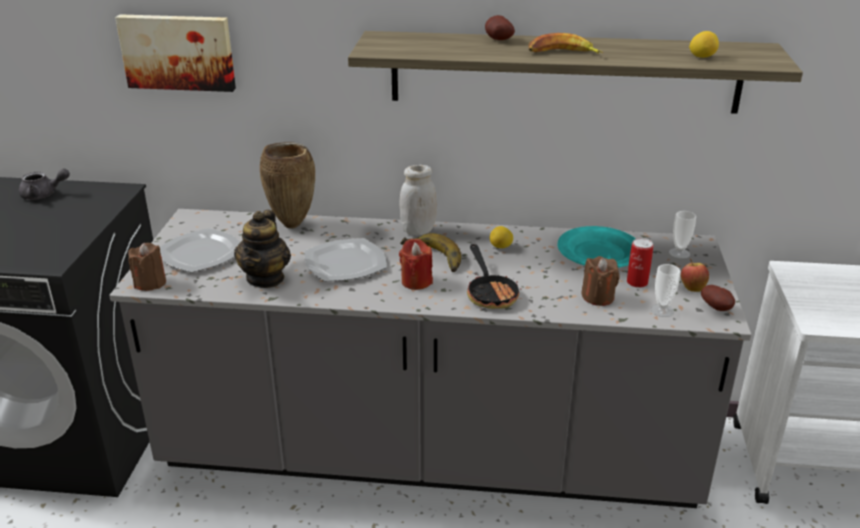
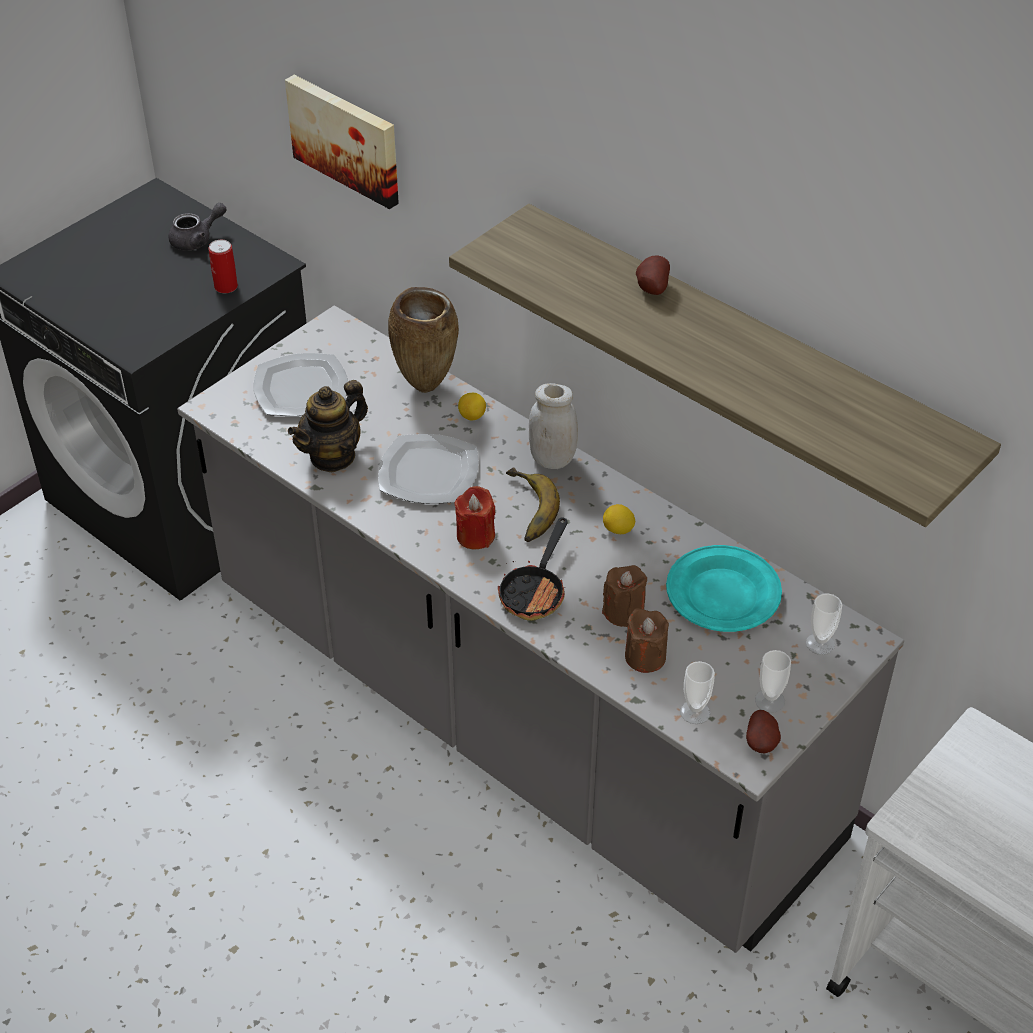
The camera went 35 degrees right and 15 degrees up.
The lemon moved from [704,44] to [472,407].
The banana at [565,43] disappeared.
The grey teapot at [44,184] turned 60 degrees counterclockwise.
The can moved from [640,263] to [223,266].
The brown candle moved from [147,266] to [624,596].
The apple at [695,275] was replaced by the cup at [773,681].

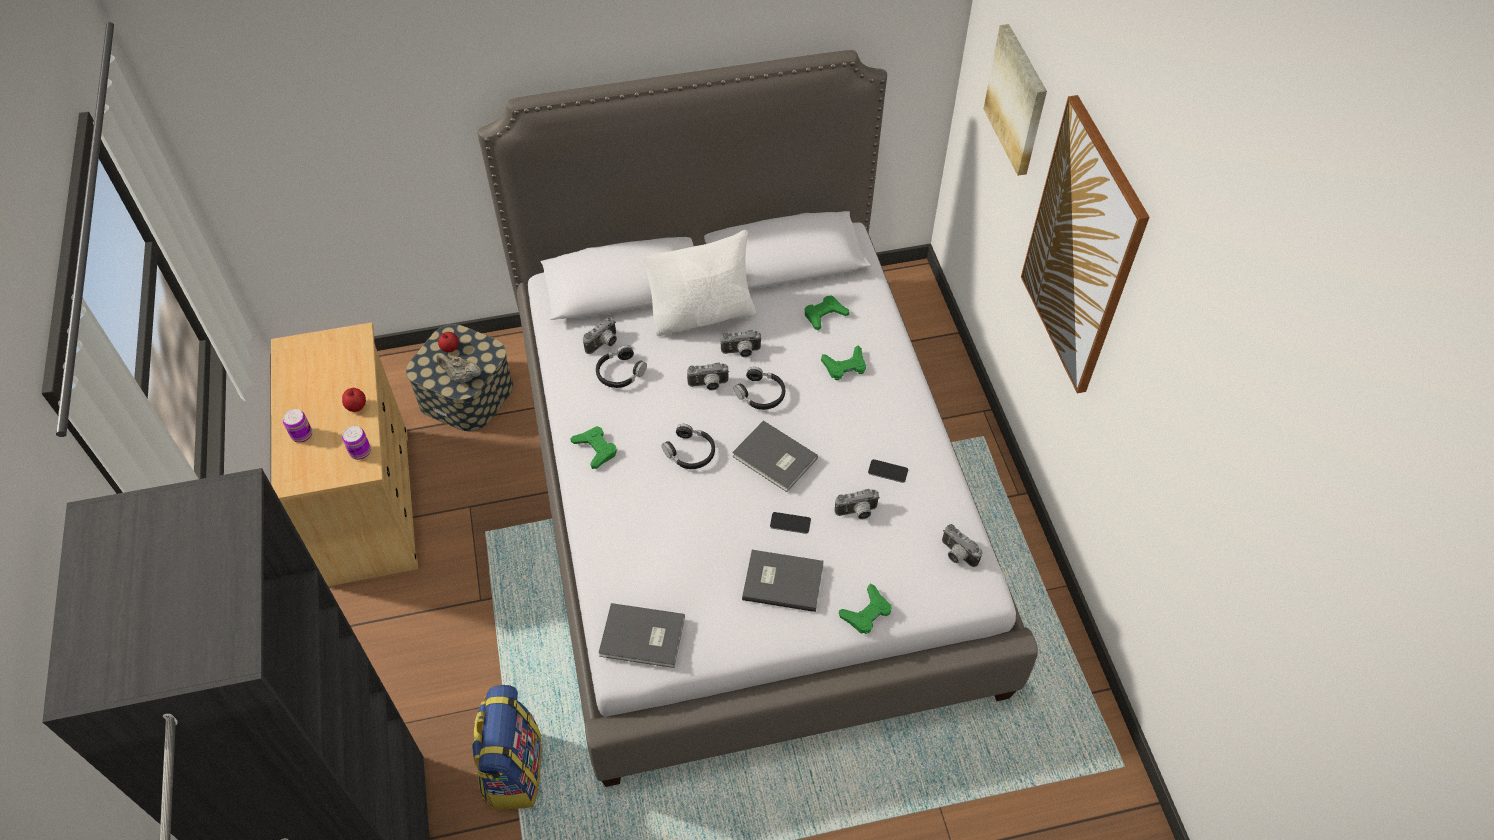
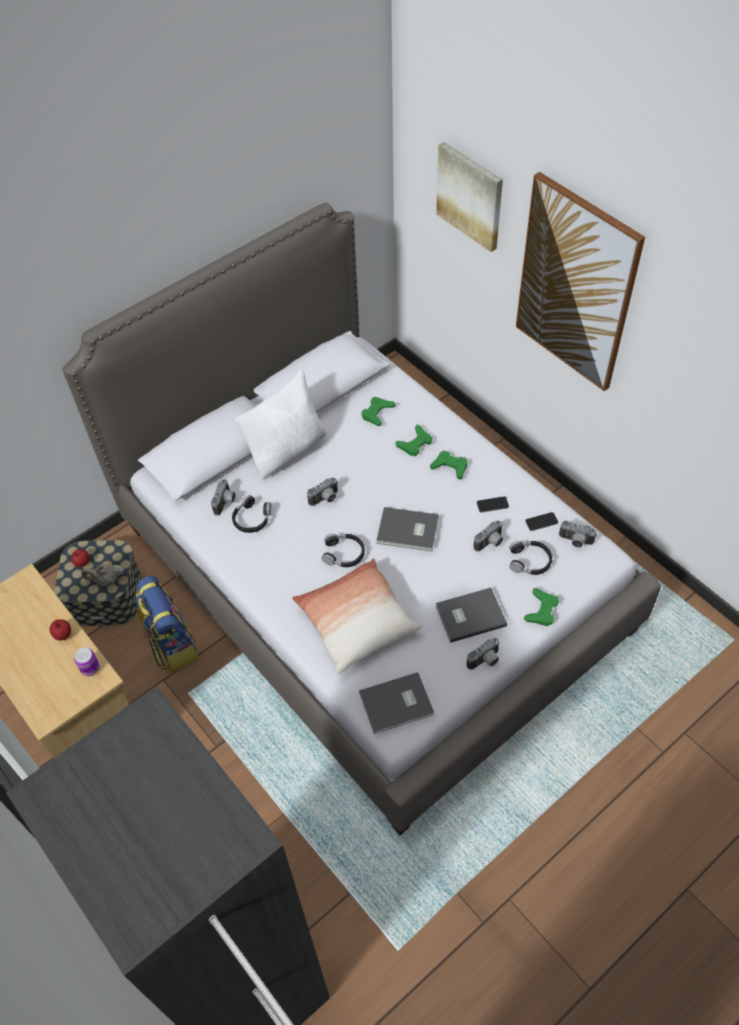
The camera went 25 degrees left and 0 degrees up.
The photo camera moved from [741,343] to [483,654].
The black headphones moved from [759,388] to [530,558].
The can at [297,426] disappeared.
The green game controller moved from [593,447] to [449,465].
The phone moved from [790,523] to [541,521].
The backpack moved from [506,747] to [166,624].
The pillow at [357,616] appeared.

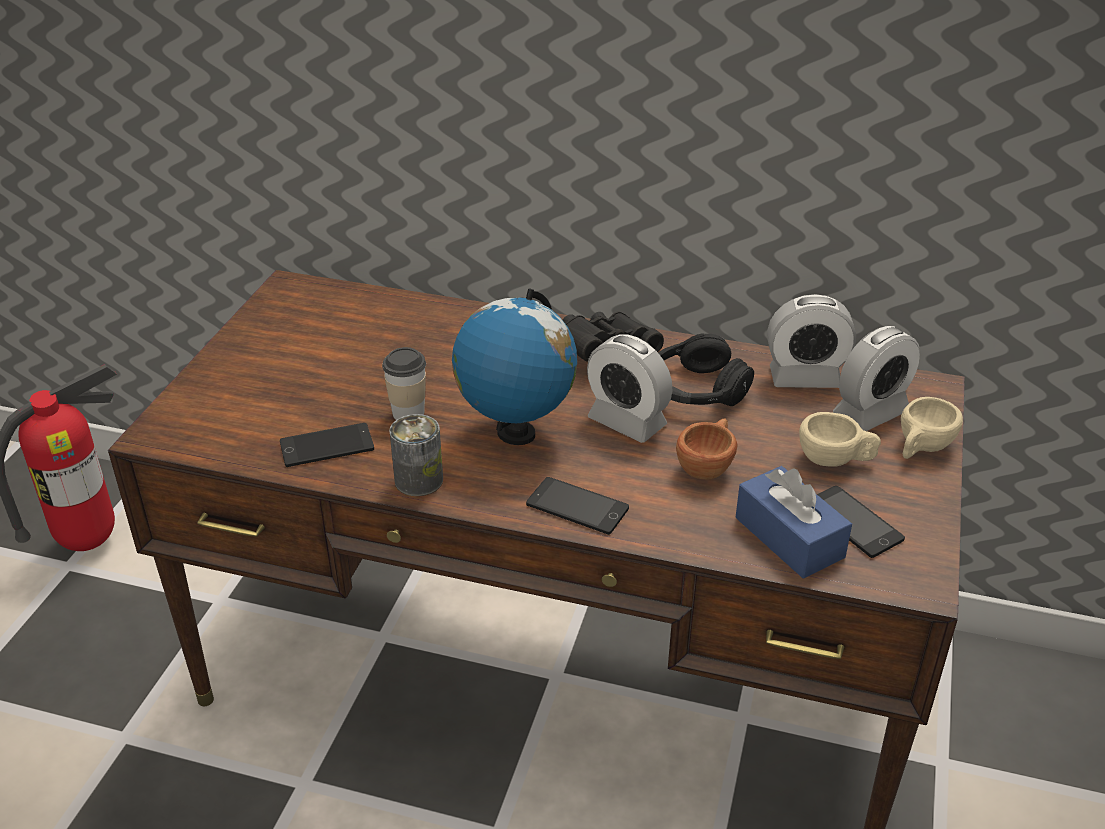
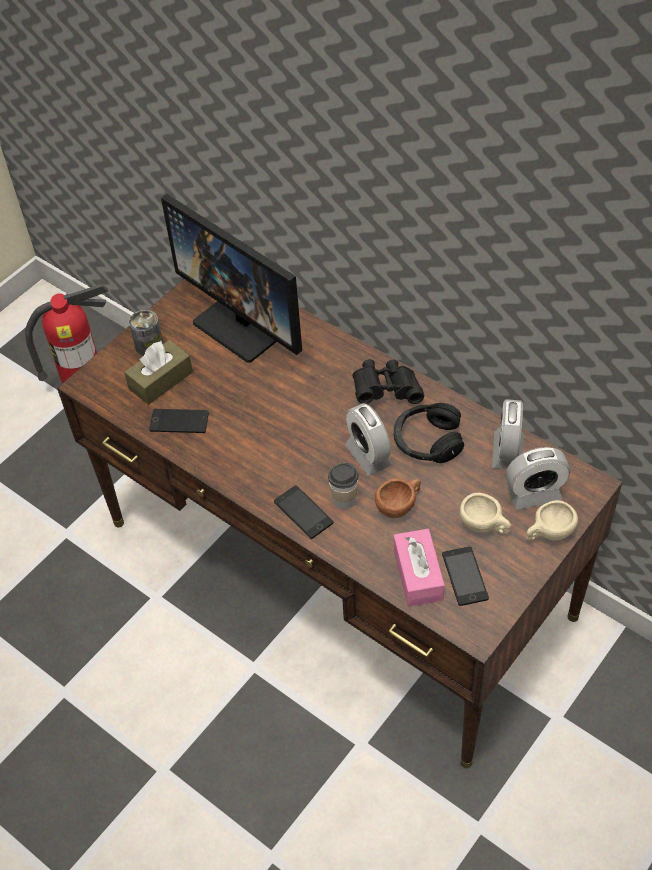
The camera went 25 degrees right and 15 degrees up.
The globe at [514,366] disappeared.
The alarm clock at [811,341] turned 75 degrees clockwise.
The cup moved from [404,383] to [343,486].
The can moved from [416,455] to [146,333].
The blue tissue box at [793,522] became the pink tissue box at [419,568].
The monitor at [231,278] appeared.
The brown tissue box at [158,372] appeared.

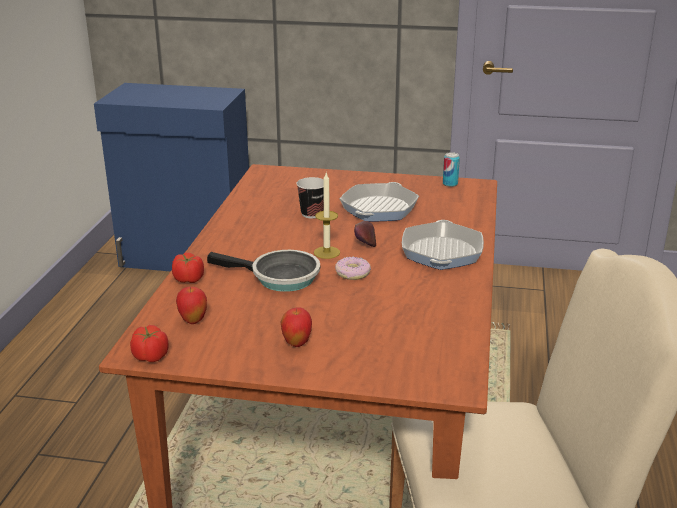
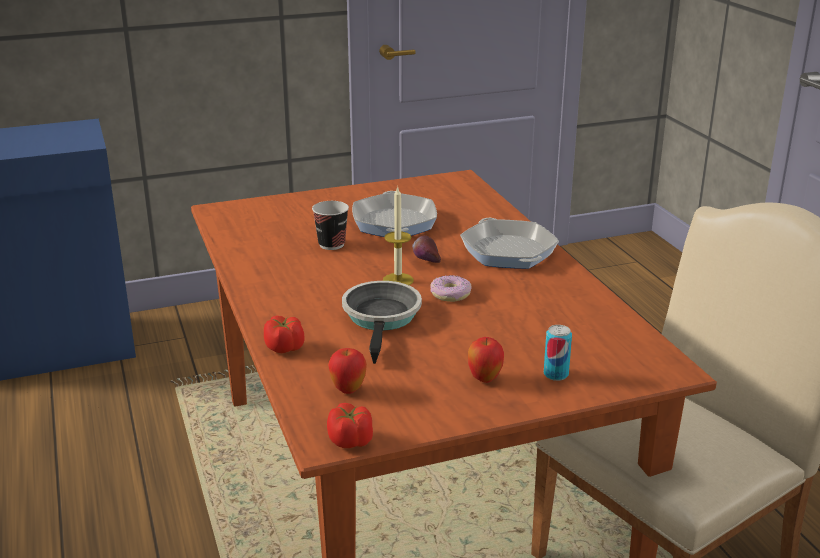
The camera went 30 degrees left and 0 degrees up.
The can moved from [451,169] to [558,353].
The frying pan at [263,271] turned 75 degrees counterclockwise.

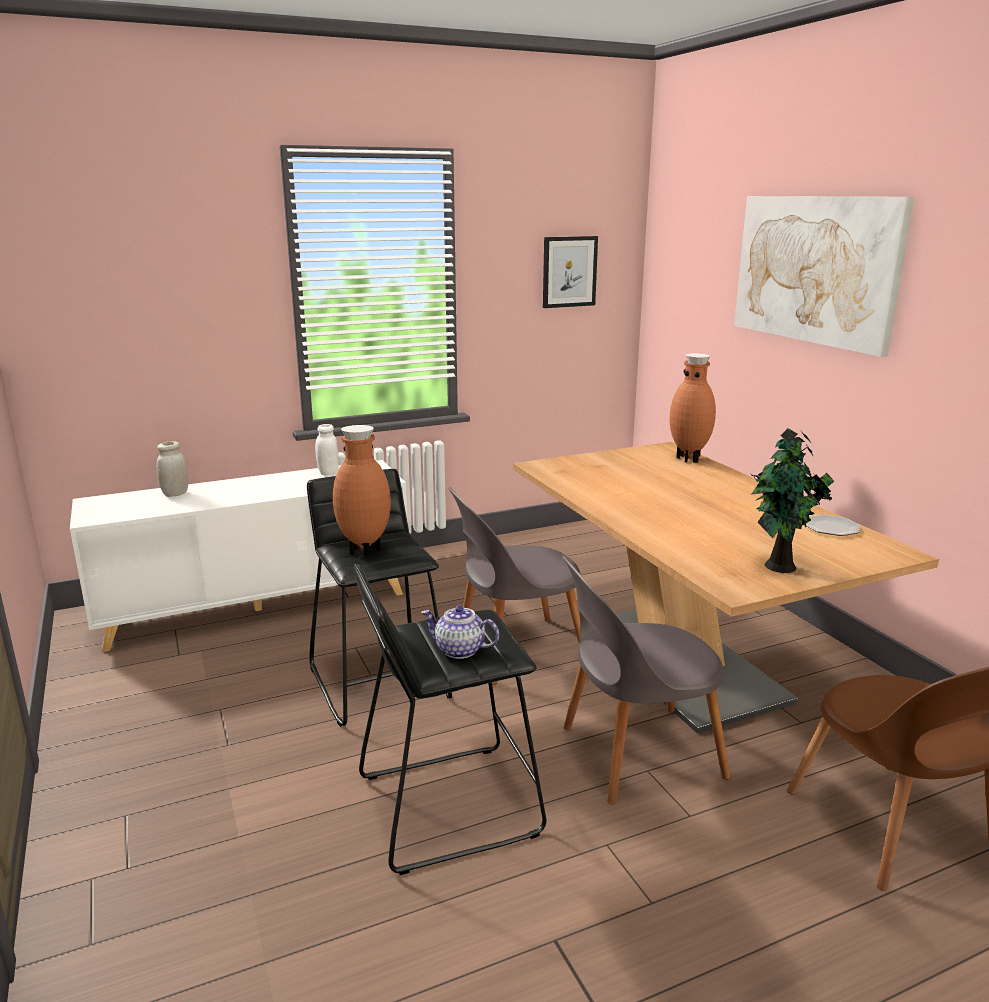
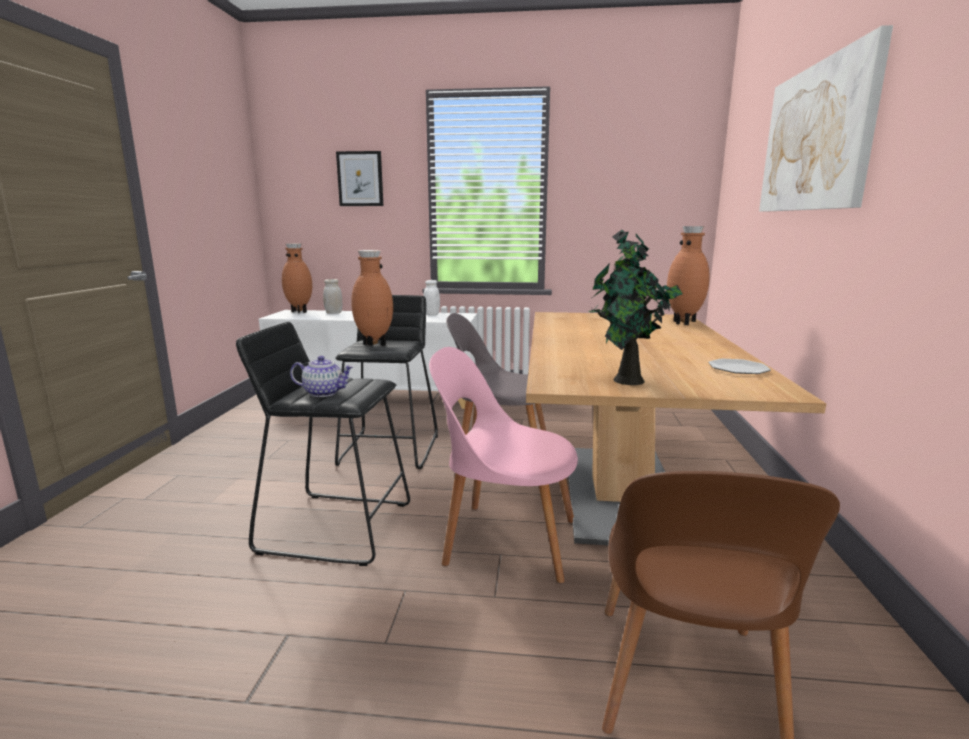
The camera went 30 degrees right and 5 degrees down.
The picture moved from [570,272] to [359,178].
The grey chair at [646,680] became the pink chair at [503,465].
The teapot at [460,632] turned 135 degrees clockwise.
The brown vase at [297,278] appeared.

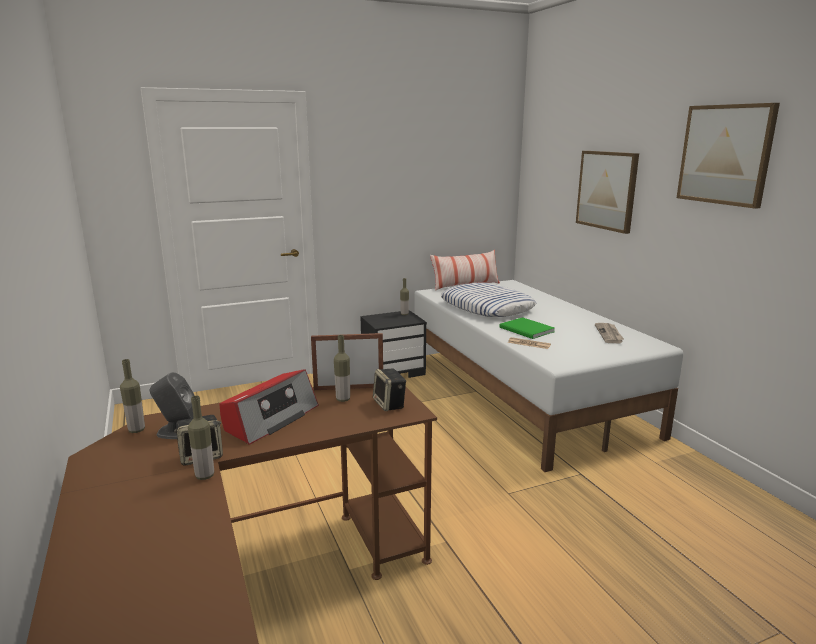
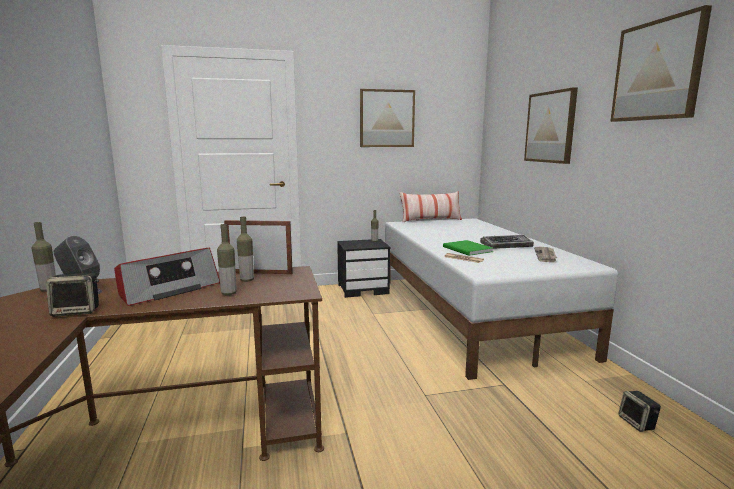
The camera went 10 degrees right and 5 degrees down.
The pillow at [488,300] disappeared.
The speaker moved from [389,389] to [640,411].
The bottle moved from [201,438] to [227,259].
The picture at [387,118] appeared.
The keyboard at [507,241] appeared.

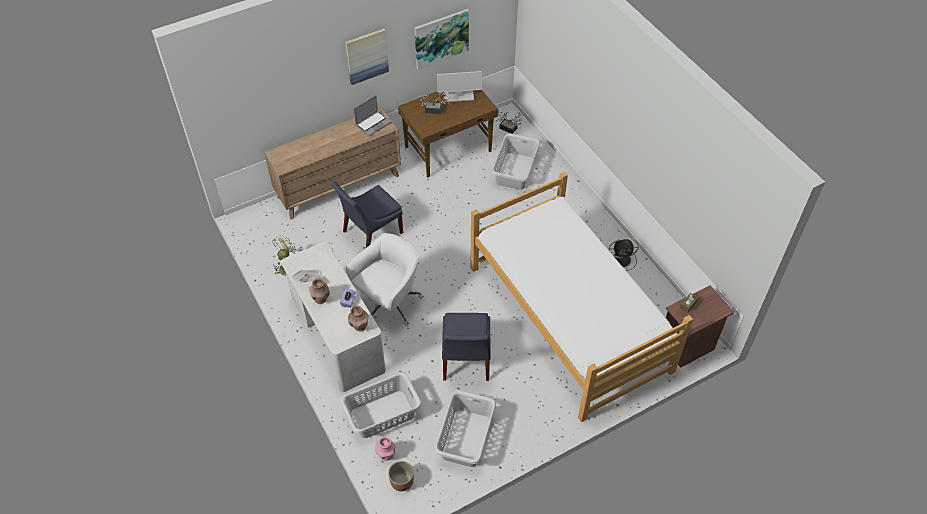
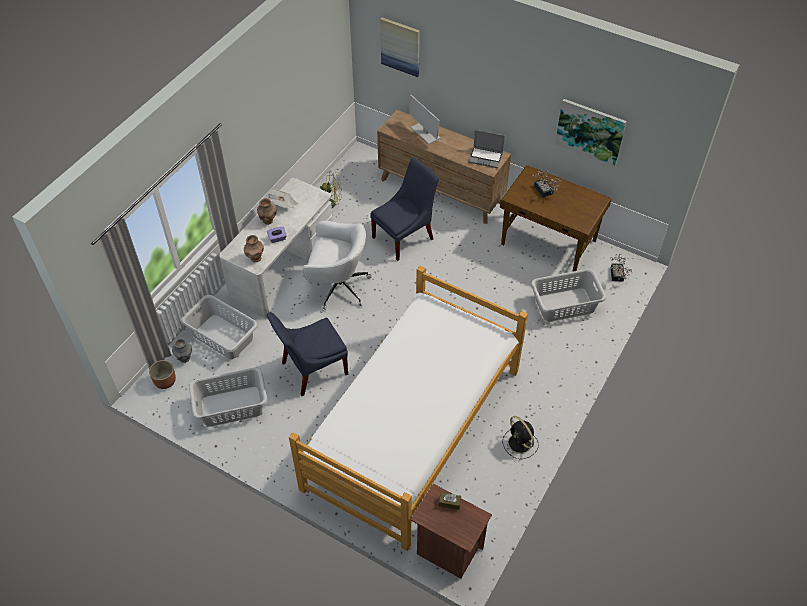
The camera went 60 degrees right and 0 degrees up.
The picture moved from [367,56] to [400,47].
The monitor moved from [459,86] to [424,119].
The blue chair at [367,214] turned 120 degrees clockwise.
The pink vase at [385,448] became the grey vase at [182,350].

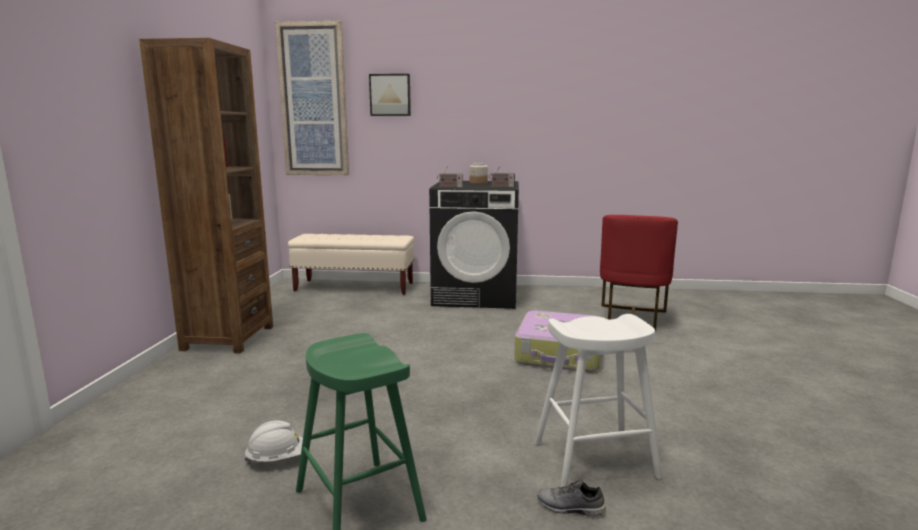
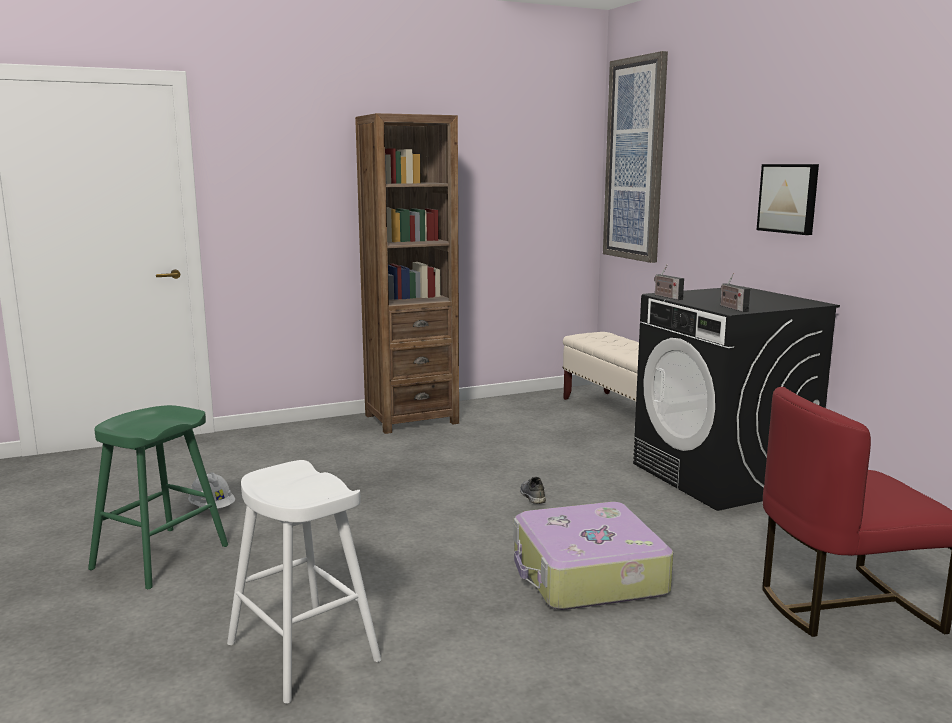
The camera went 60 degrees right and 0 degrees up.
The picture moved from [390,95] to [788,199].
The jar at [479,173] disappeared.
The grey shoe moved from [571,498] to [533,490].

